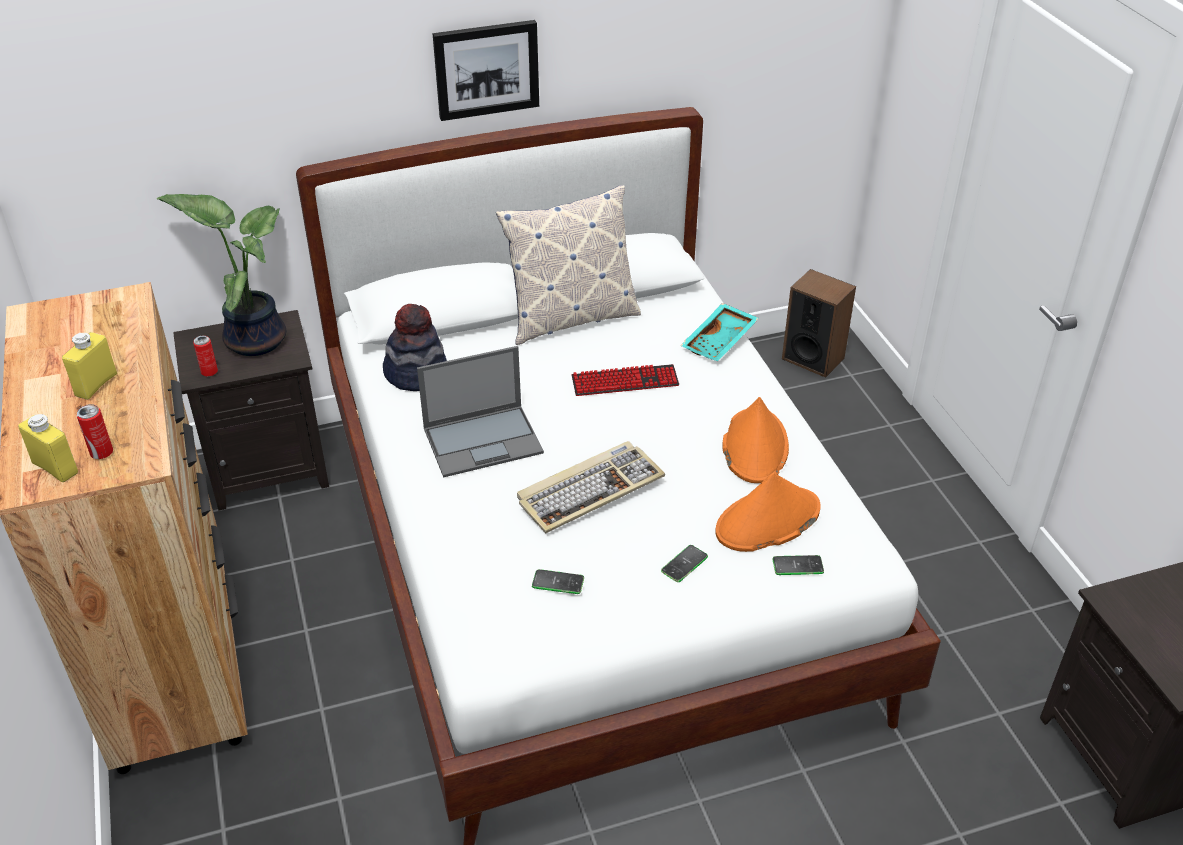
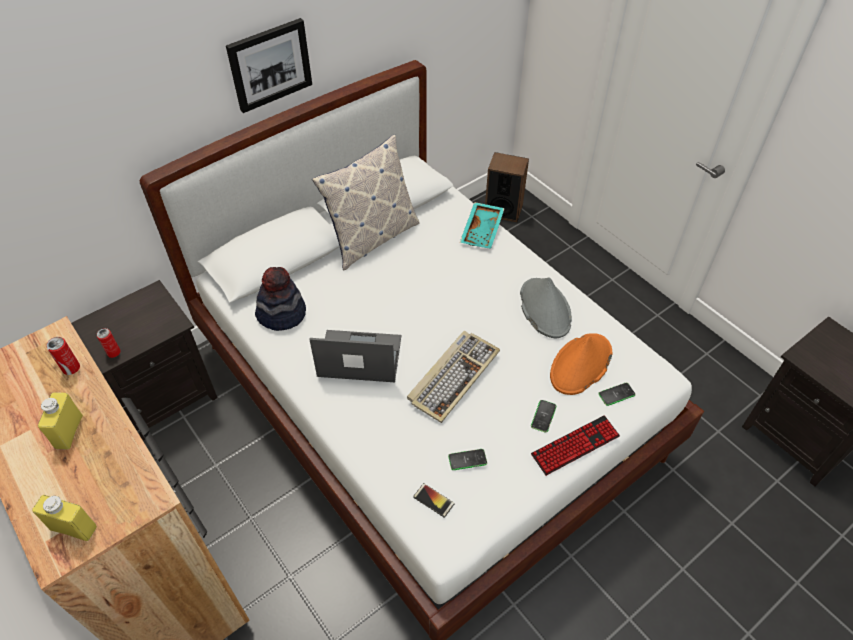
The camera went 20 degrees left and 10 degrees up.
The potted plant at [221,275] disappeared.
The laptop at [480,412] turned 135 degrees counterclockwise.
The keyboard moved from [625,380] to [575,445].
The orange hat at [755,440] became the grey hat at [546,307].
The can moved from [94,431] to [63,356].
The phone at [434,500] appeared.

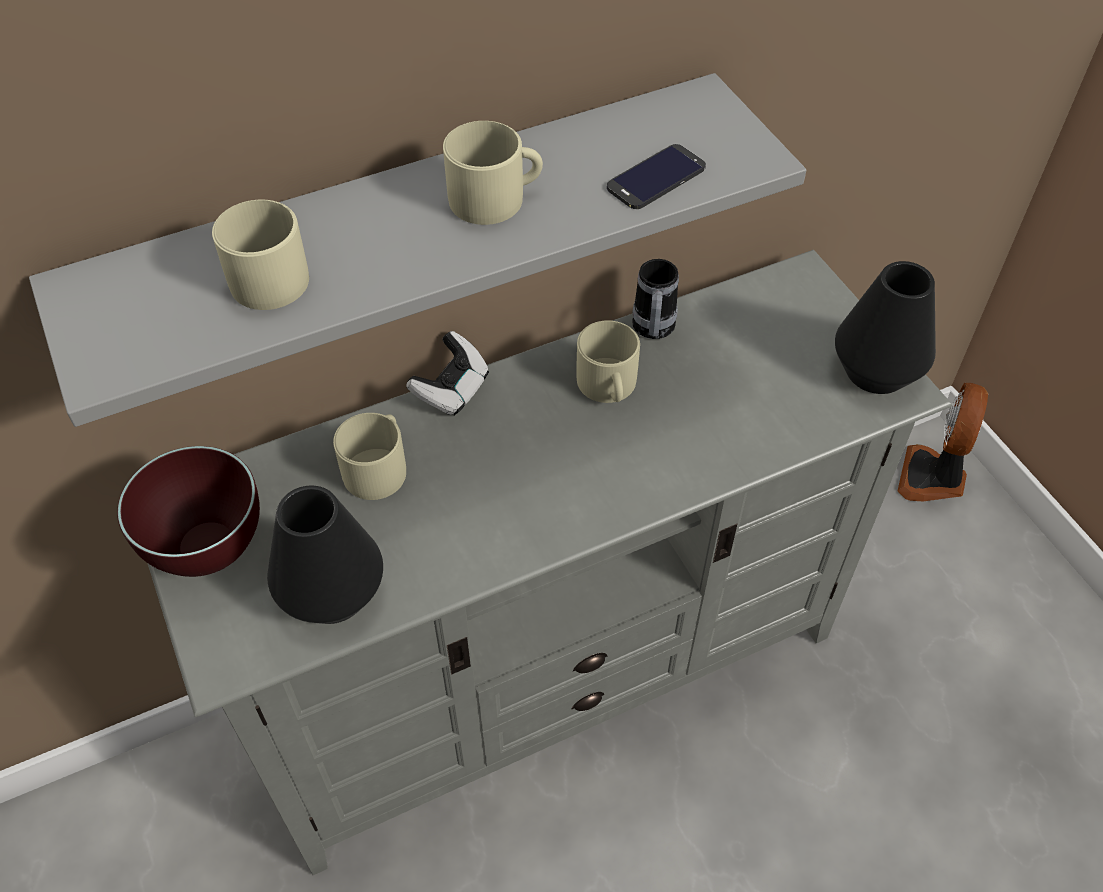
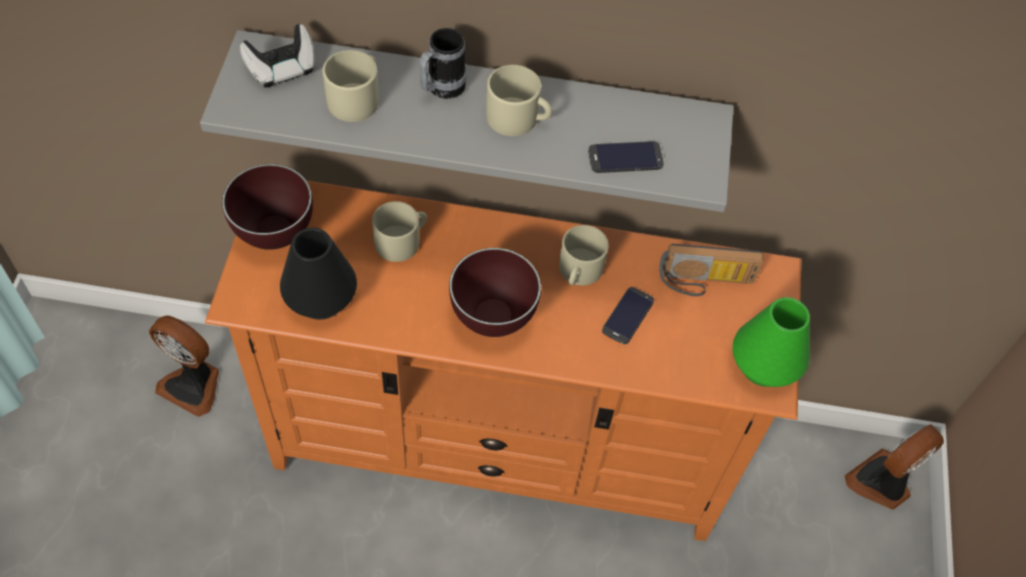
The camera went 30 degrees right and 5 degrees up.
The grey tv stand at [550,562] became the orange tv stand at [503,361].
The mug moved from [655,299] to [443,63].
The black vase at [885,327] became the green vase at [771,342].
The game controller moved from [447,373] to [277,55].
The radio at [711,270] appeared.
The brown bowl at [495,292] appeared.
The phone at [628,315] appeared.
The fan at [184,366] appeared.

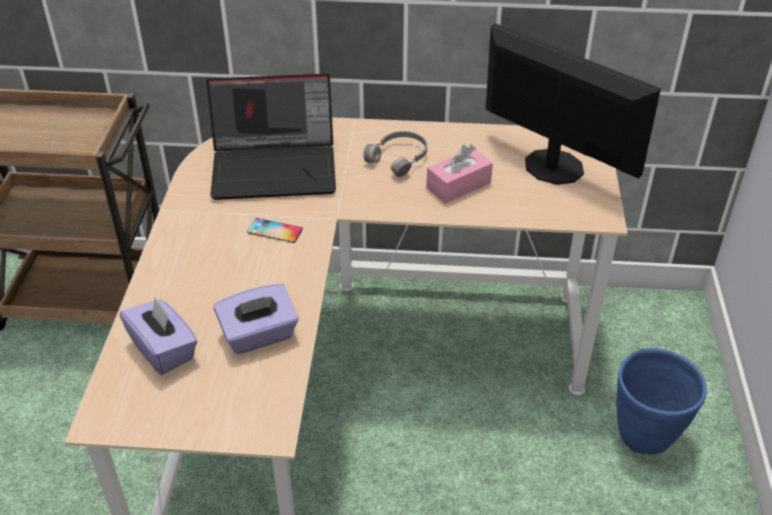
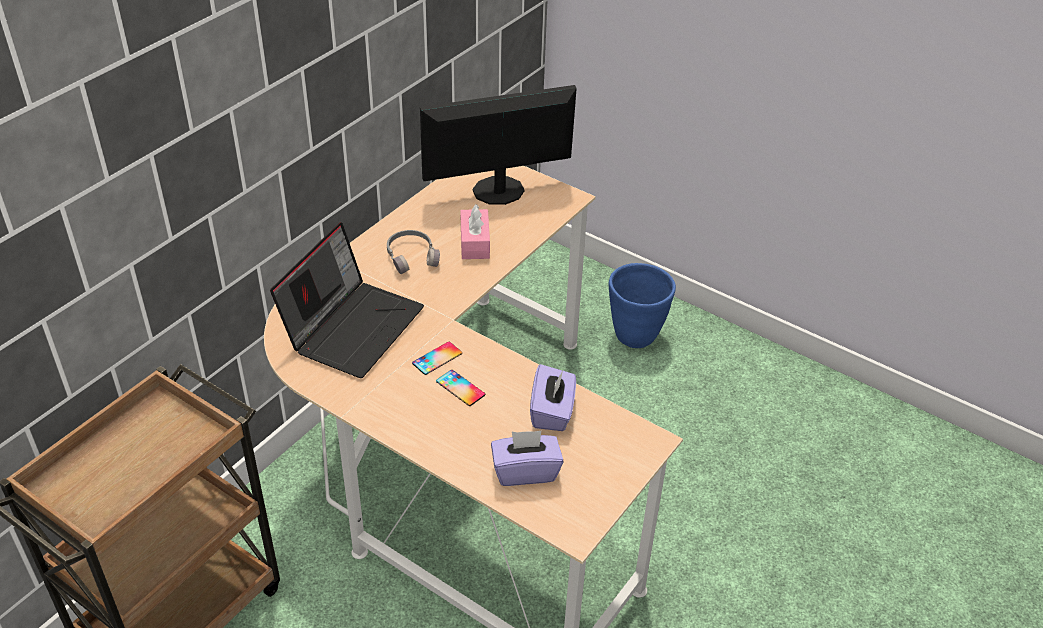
The camera went 60 degrees left and 0 degrees up.
The phone at [460,388] appeared.

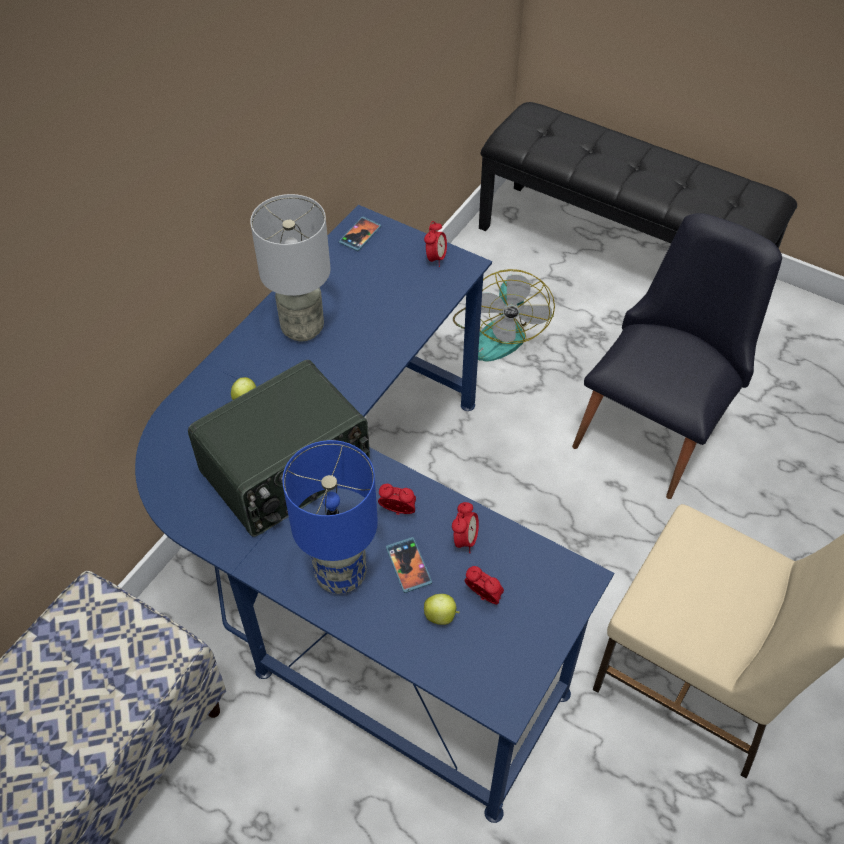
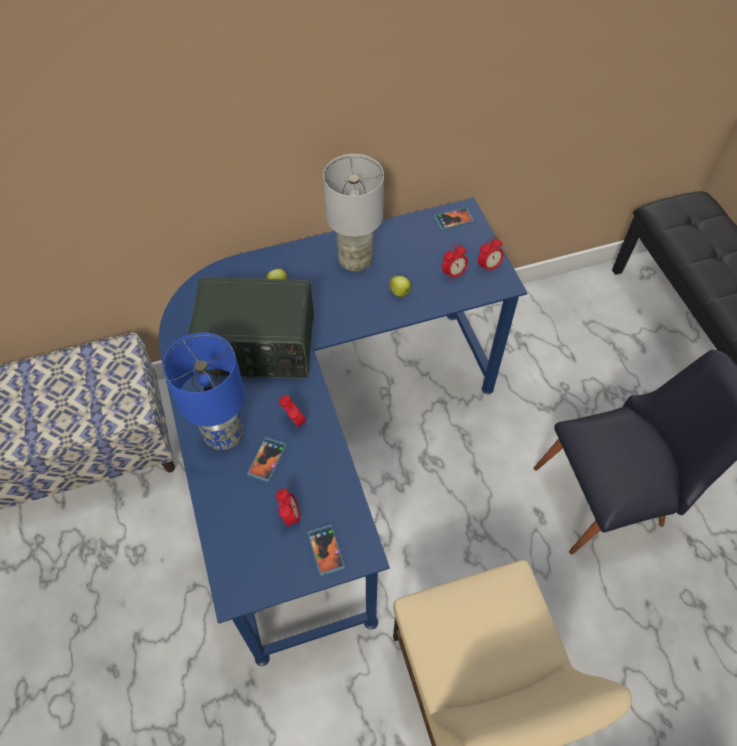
The camera went 40 degrees right and 5 degrees up.
The fan at [504,315] disappeared.
The alarm clock moved from [465,527] to [455,262].
The apple moved from [442,609] to [400,286].
The phone at [326,550] appeared.

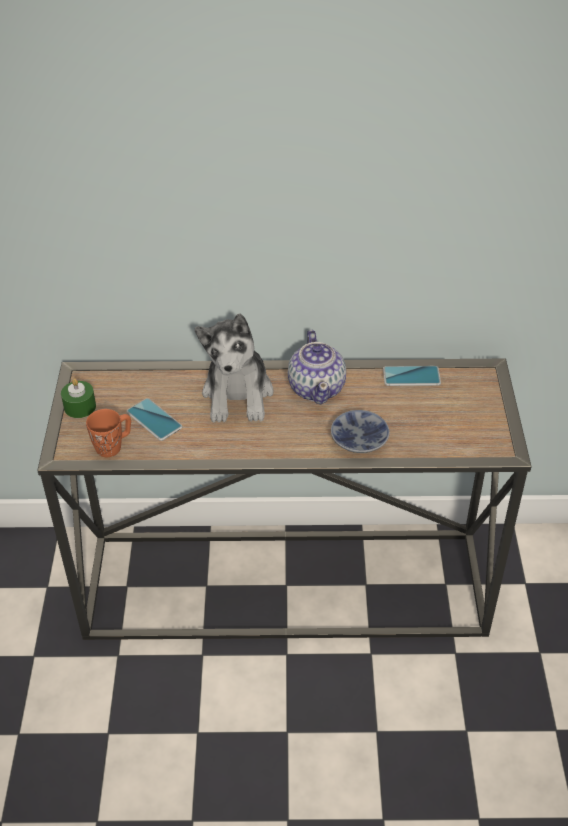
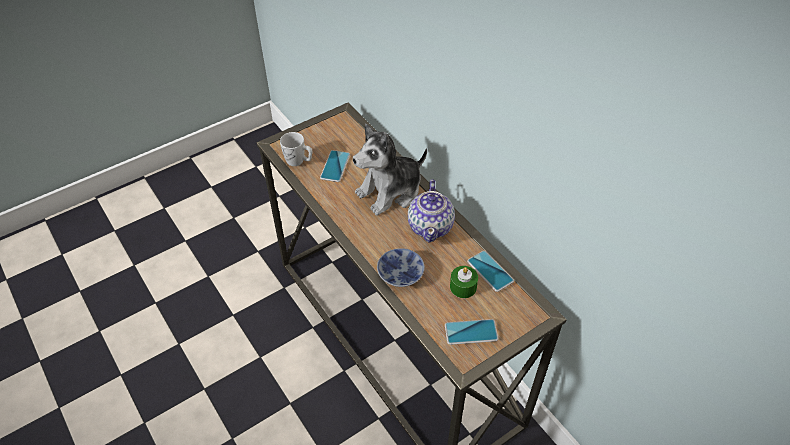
The camera went 55 degrees right and 5 degrees up.
The teapot at [317,367] turned 45 degrees counterclockwise.
The green candle moved from [78,398] to [464,282].
The orange mug at [108,433] became the white mug at [296,149].
The phone at [471,332] appeared.

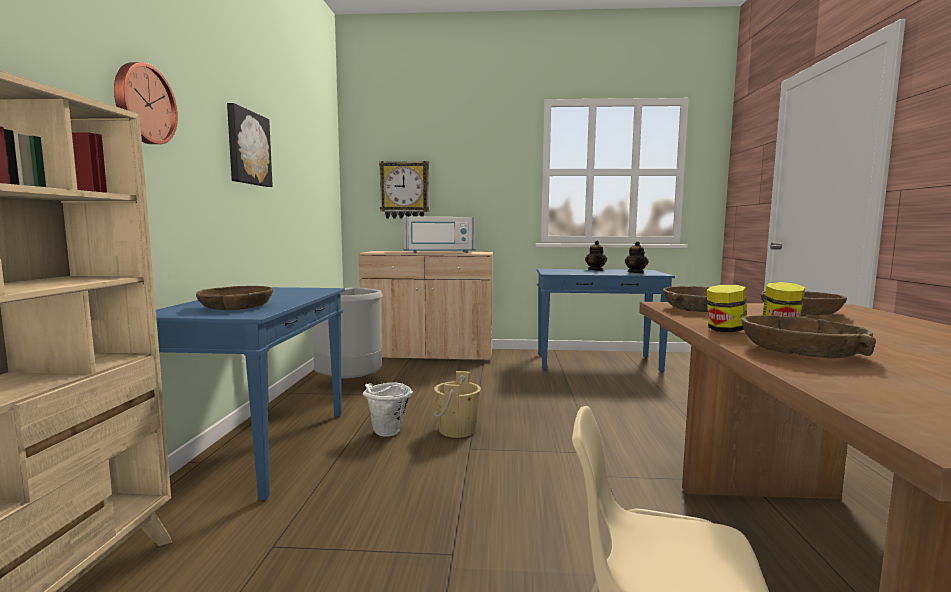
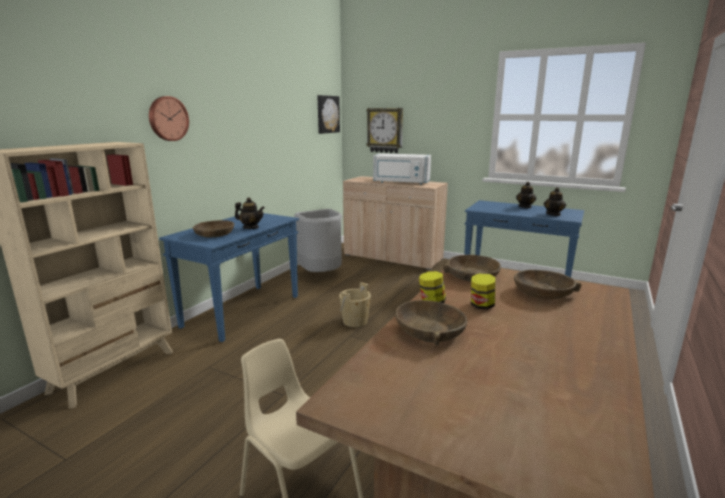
The camera went 25 degrees right and 10 degrees up.
The picture moved from [250,145] to [328,114].
The white bucket at [388,410] disappeared.
The teapot at [250,213] appeared.

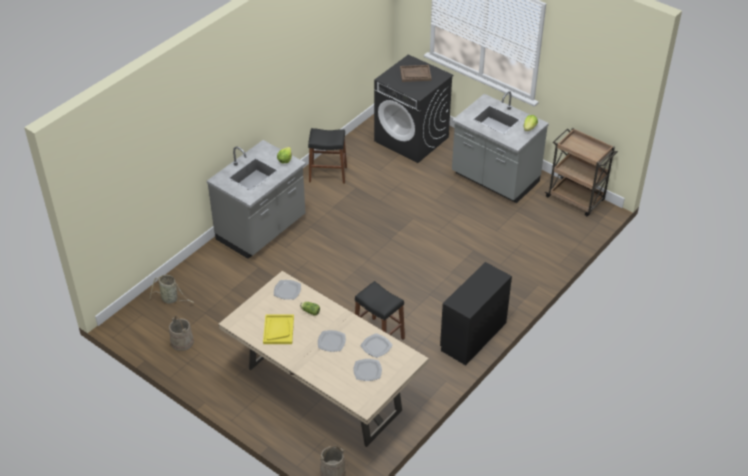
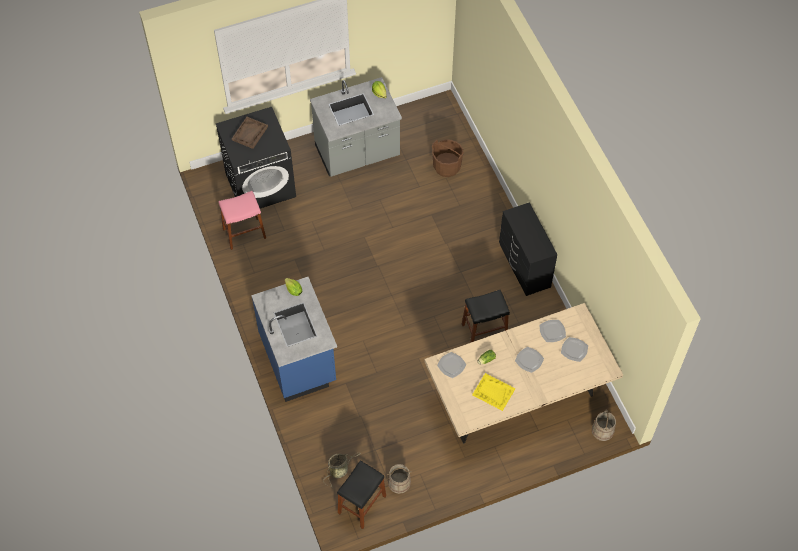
The camera went 60 degrees left and 15 degrees up.
The black stool moved from [327,156] to [361,495].
The brown cart at [581,172] disappeared.
The grey counter at [256,199] became the blue counter at [294,339].
The brown bucket at [448,158] appeared.
The pink stool at [242,220] appeared.

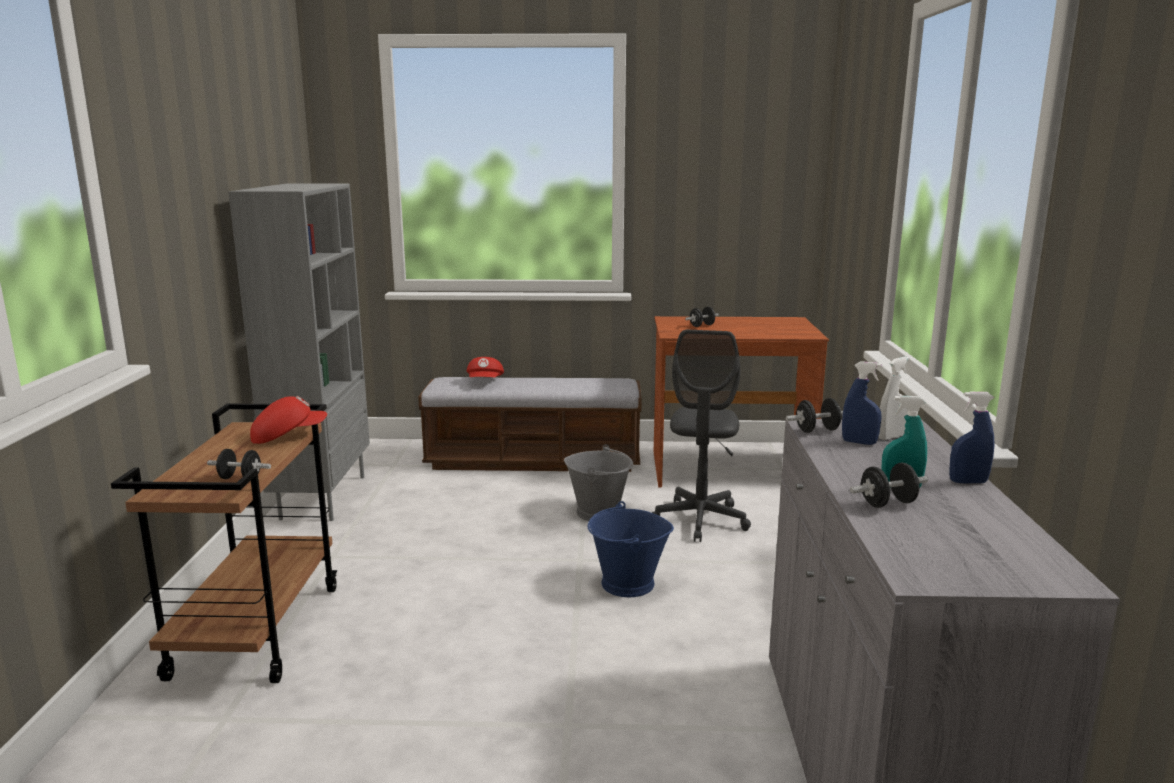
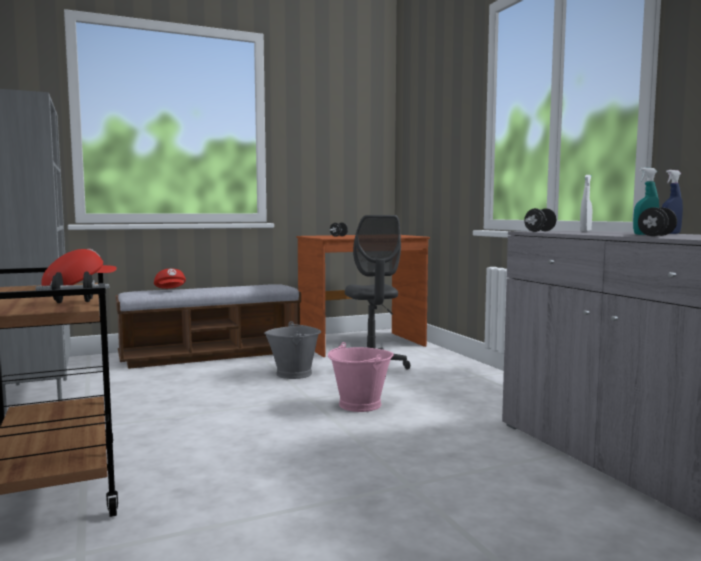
The camera went 25 degrees left and 10 degrees down.
The blue spray bottle at [862,403] disappeared.
The blue bucket at [631,549] became the pink bucket at [361,377].

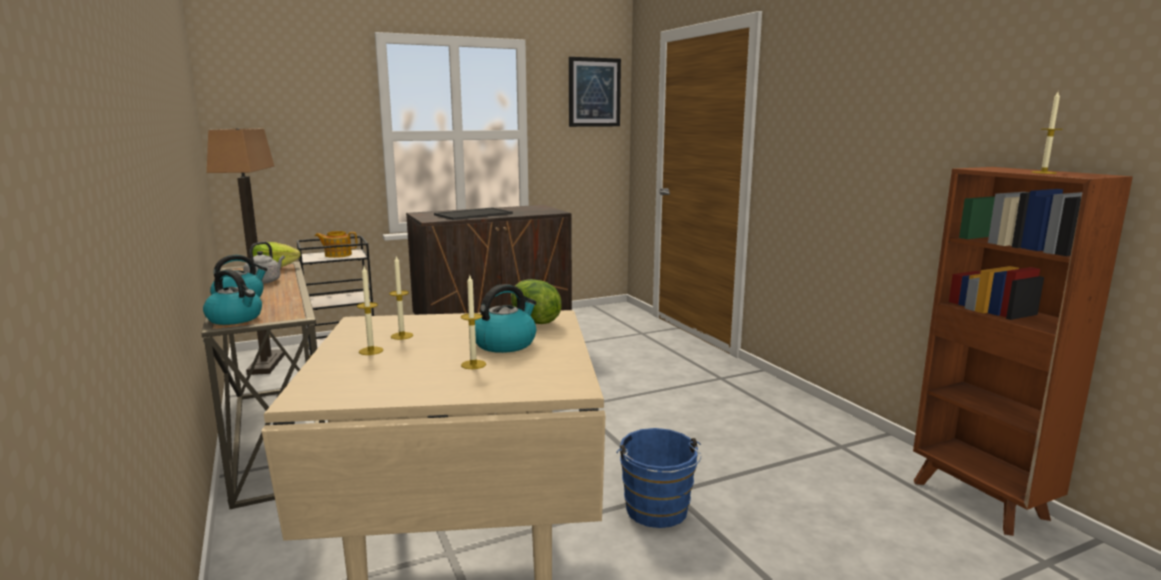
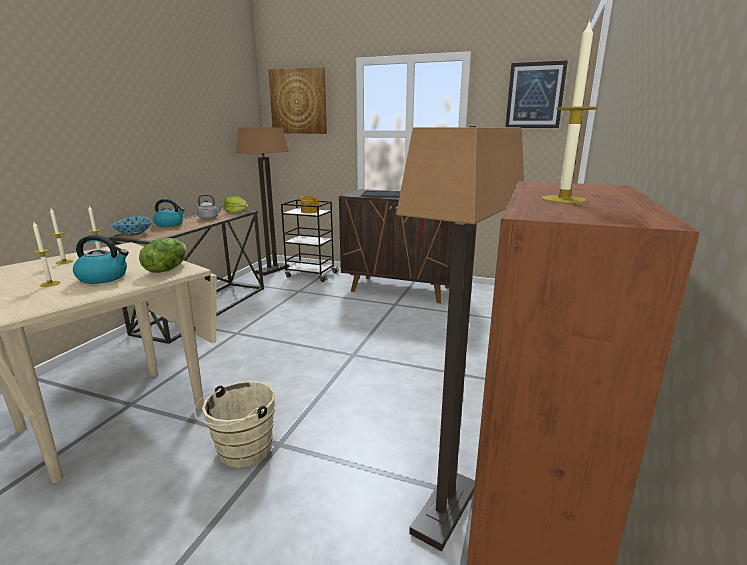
The camera went 45 degrees right and 5 degrees up.
The kettle at [232,297] was replaced by the bowl at [132,226].
The blue bucket at [658,478] became the beige bucket at [235,424].
The picture at [297,100] appeared.
The floor lamp at [460,338] appeared.

